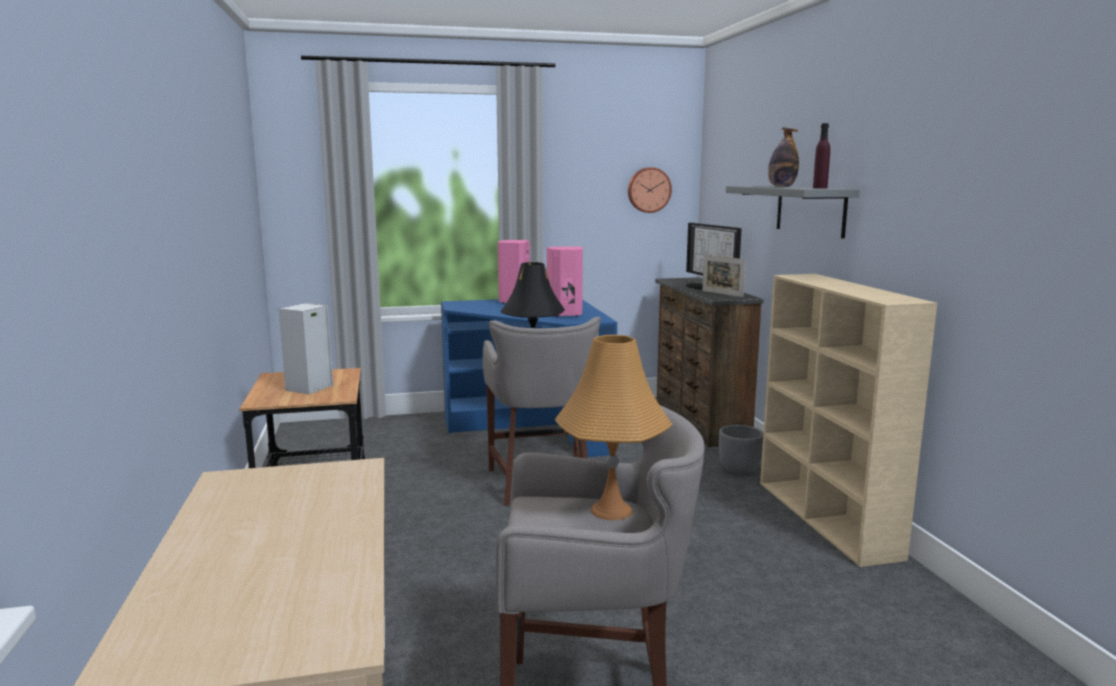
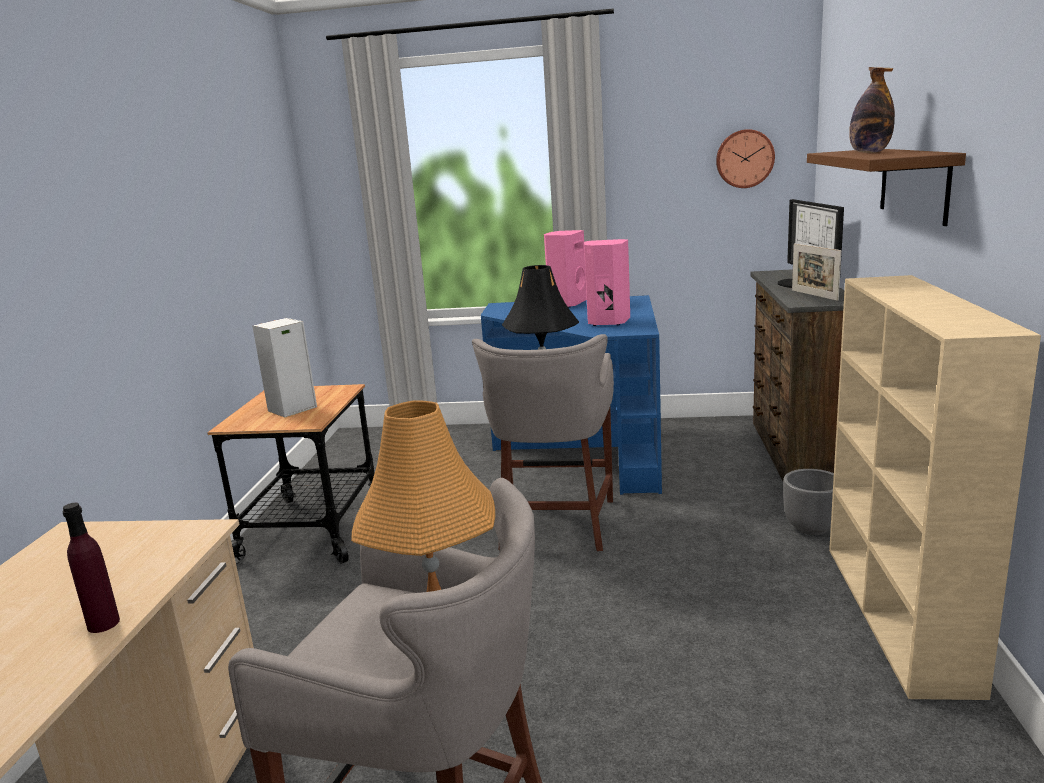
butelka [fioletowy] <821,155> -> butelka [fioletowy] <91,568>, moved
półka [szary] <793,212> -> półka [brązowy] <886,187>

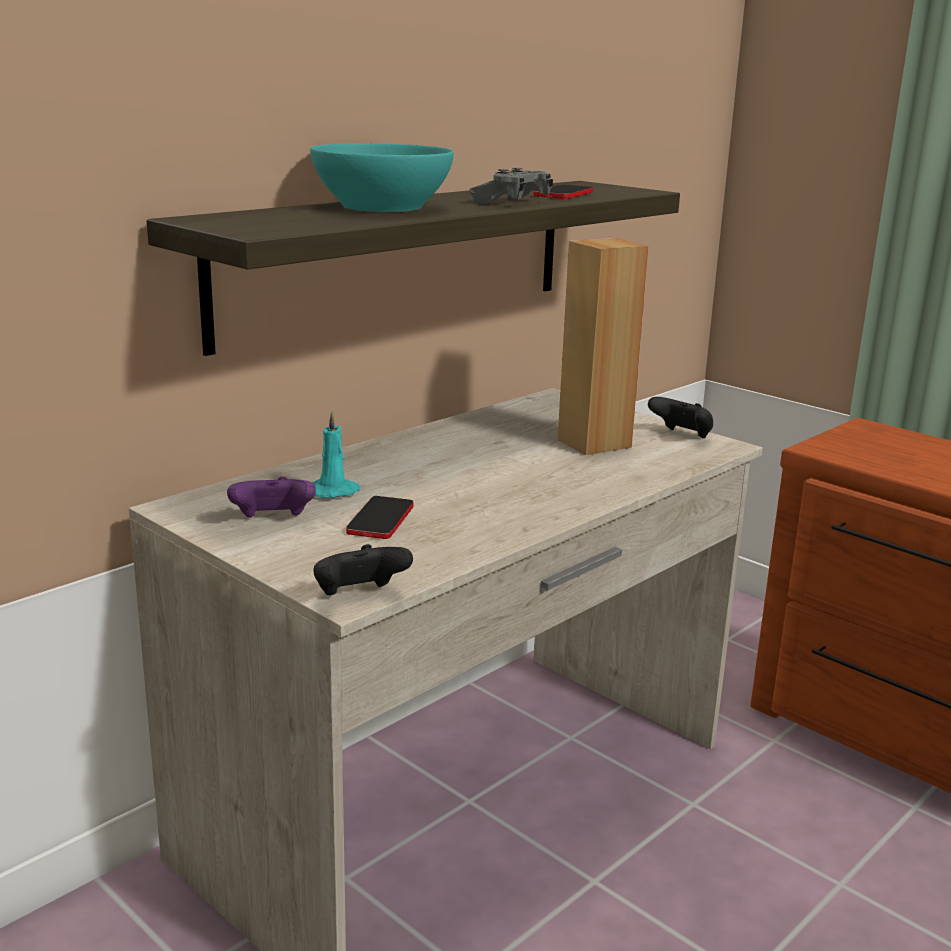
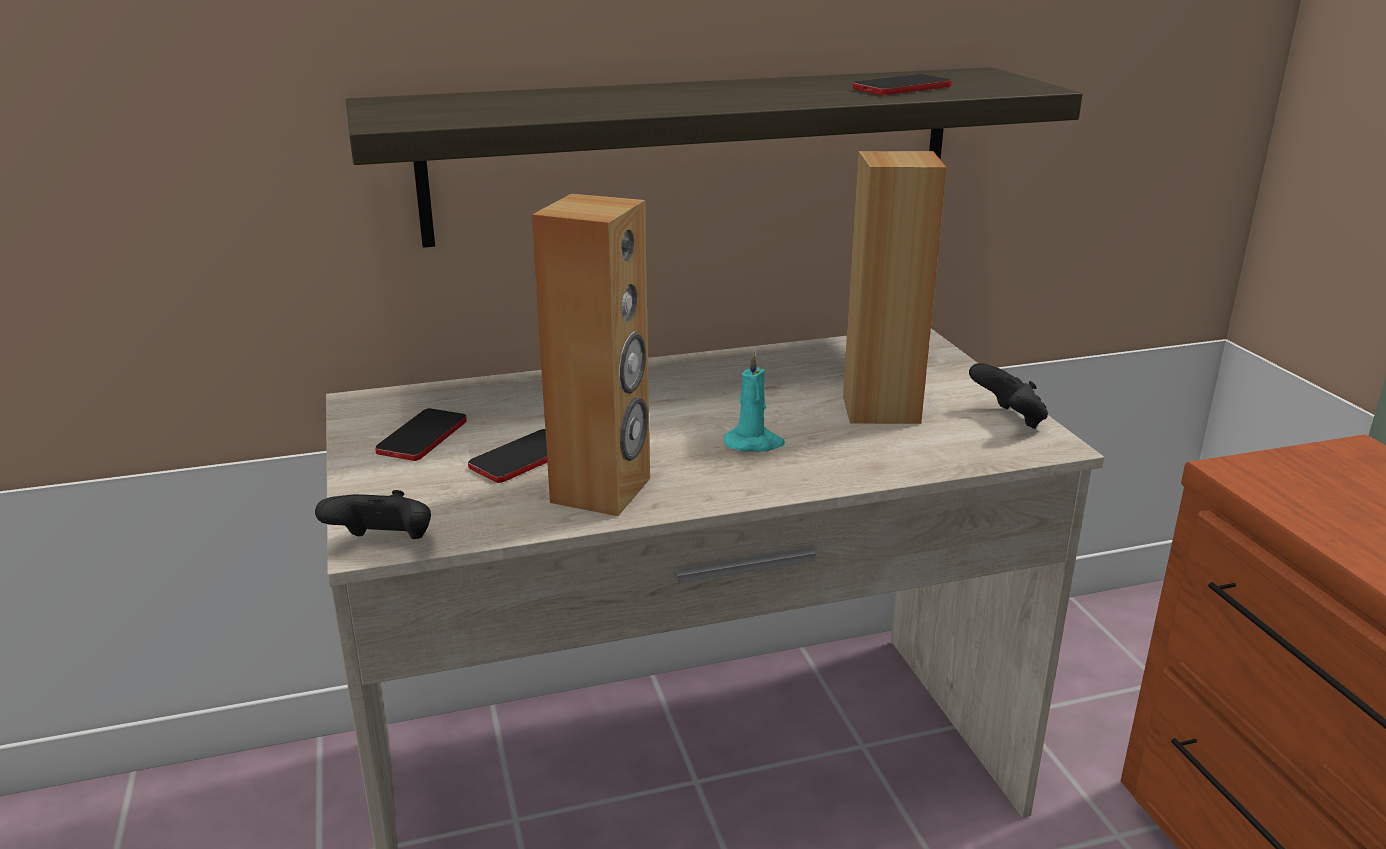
miska [turkusowy] <382,177> -> none
pad do gier [szary] <511,186> -> none
świeca [turkusowy] <336,454> -> świeca [turkusowy] <754,401>, moved
pad do gier [fioletowy] <271,497> -> telefon <421,434>
none -> głośnik [brązowy] <591,355>

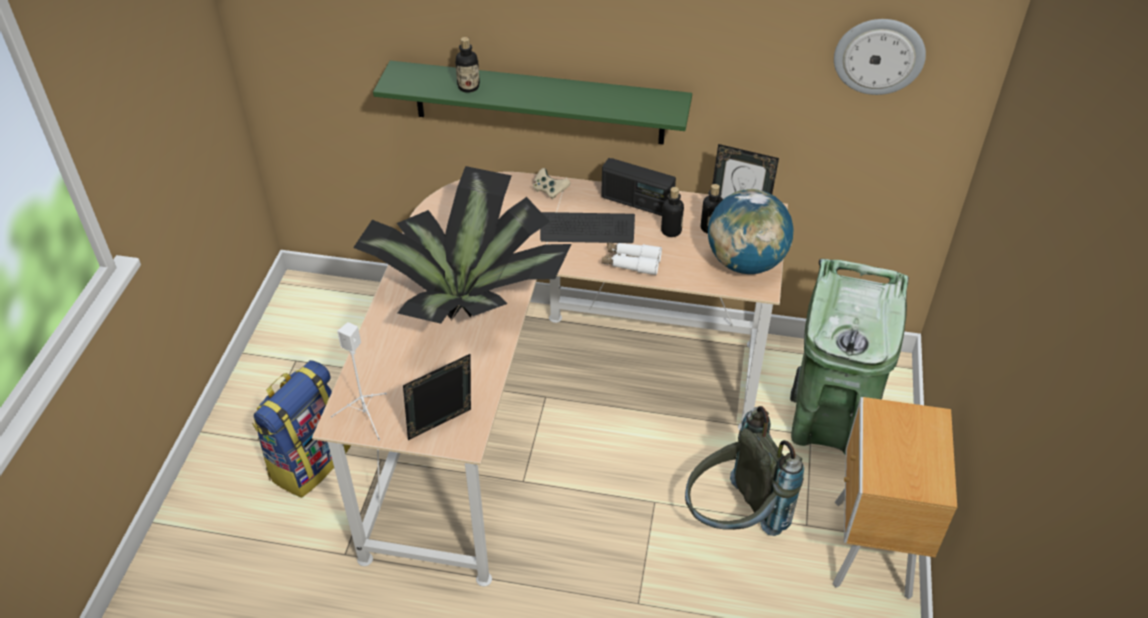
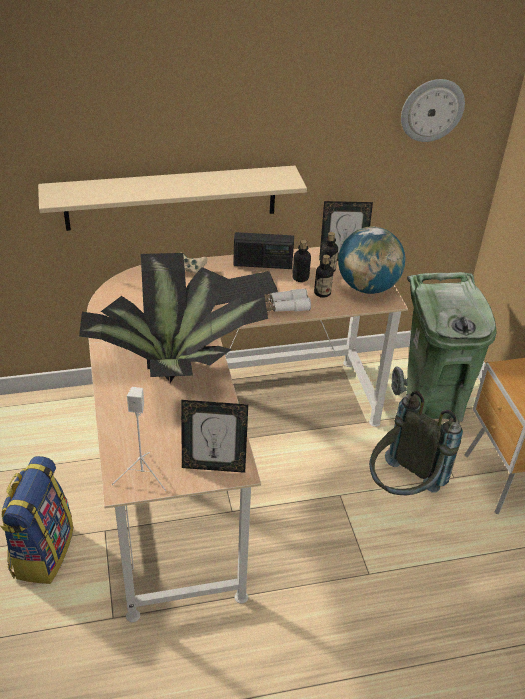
butelka <467,65> -> butelka <323,276>, moved
półka [zielony] <532,103> -> półka [beżowy] <172,198>
ramka na zdjęcie <437,397> -> ramka na zdjęcie <214,436>, 120 degrees counterclockwise

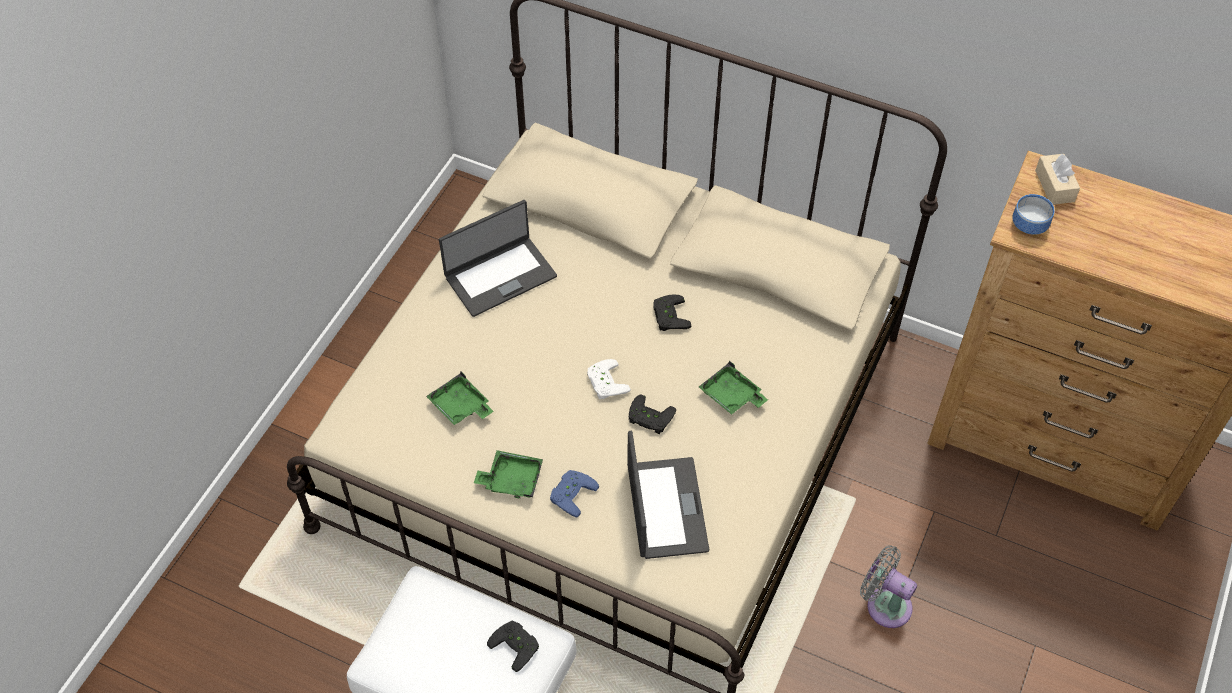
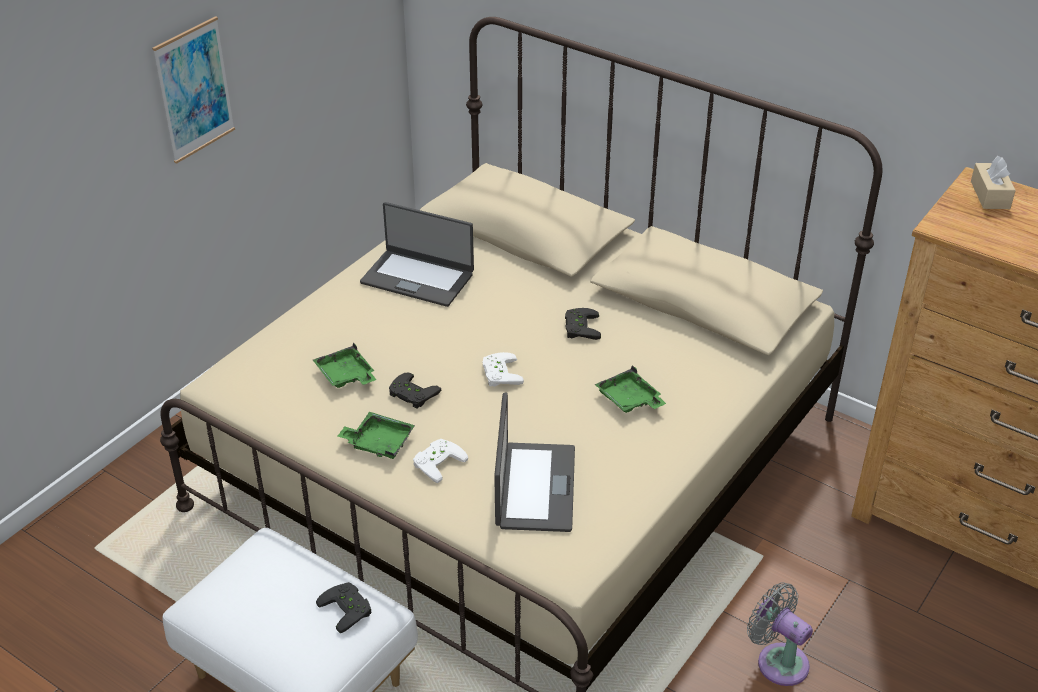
miska <1033,214> -> none
laptop <498,258> -> laptop <417,254>, 45 degrees clockwise
pad do gier [czarny] <652,414> -> pad do gier [czarny] <415,391>, moved
pad do gier [niebieski] <574,494> -> pad do gier [biały] <440,461>
none -> obraz <193,90>

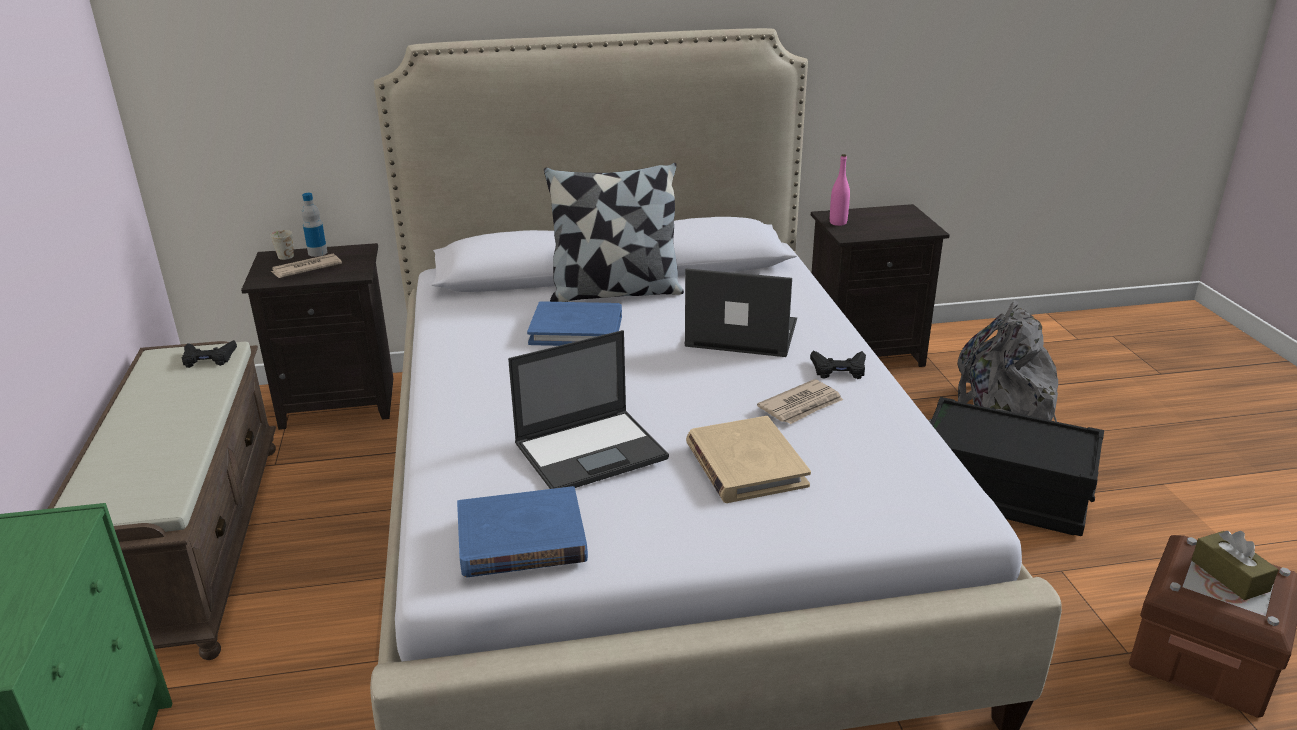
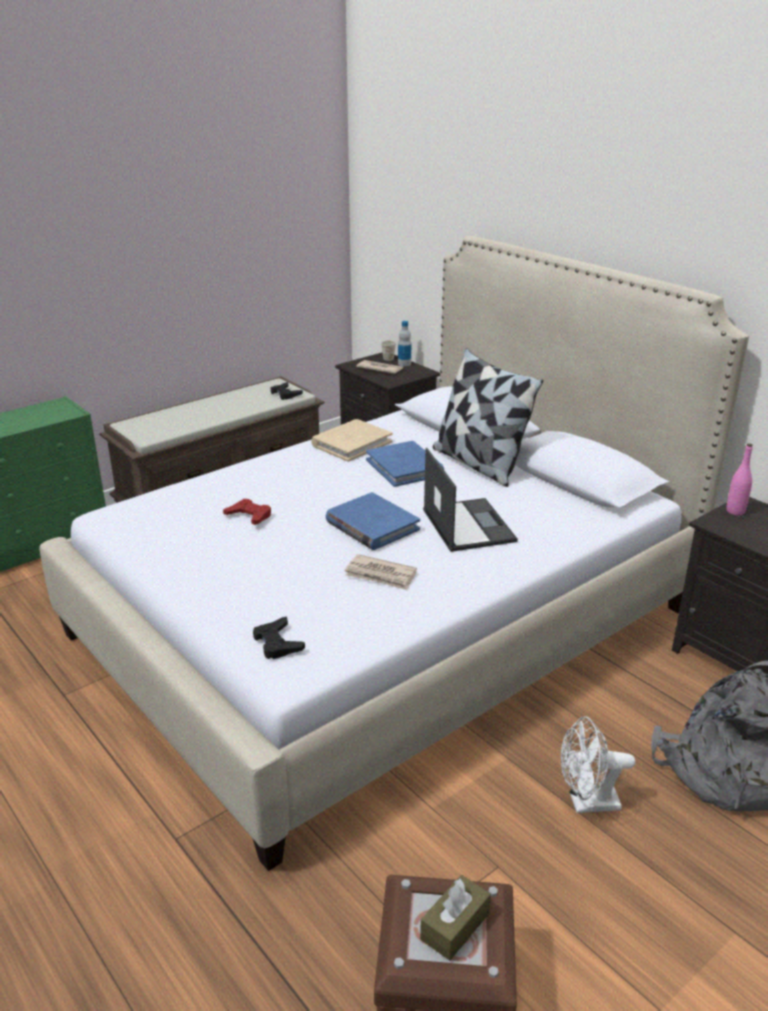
laptop <588,409> -> pad do gier [czerwony] <247,512>
pad do gier [czarny] <838,364> -> pad do gier [czarny] <279,638>, moved
pojemnik do przechowywania [czarny] <1017,466> -> wentylator [biały] <598,764>
książka [beżowy] <748,459> -> książka [beżowy] <351,440>, moved
książka [niebieski] <522,531> -> książka [niebieski] <373,521>, moved

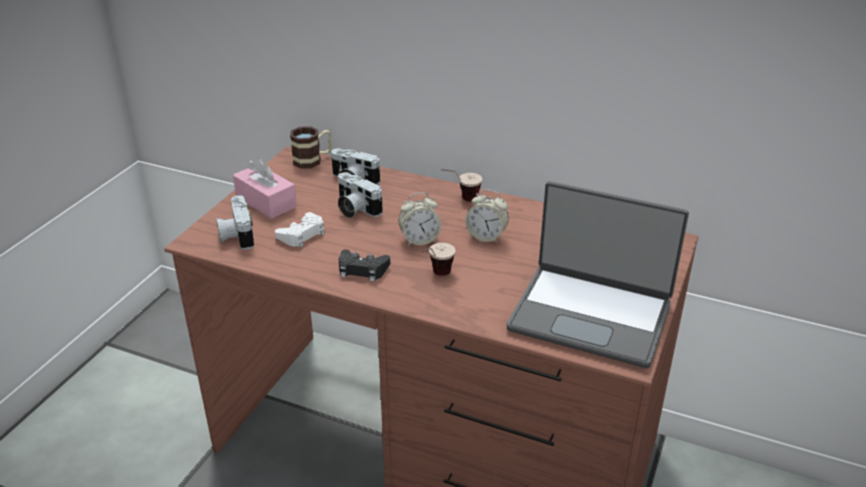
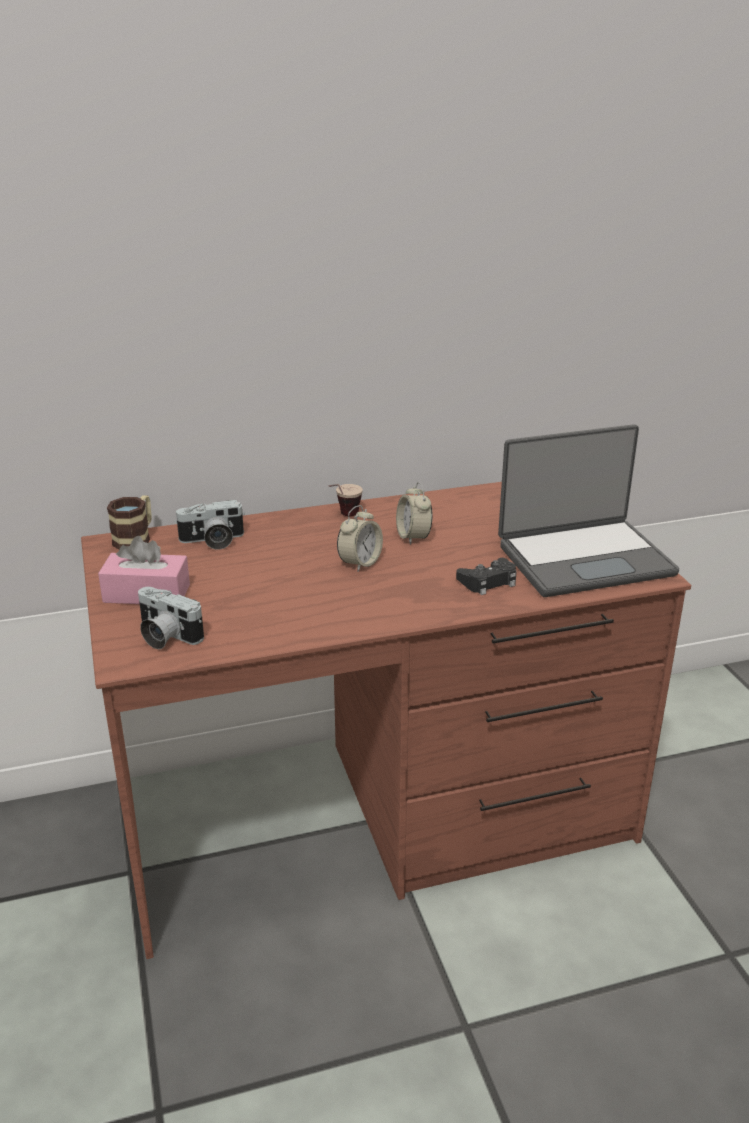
aparat fotograficzny <360,195> -> none
budzik <487,216> -> budzik <414,513>, 90 degrees clockwise
pad do gier [biały] <300,230> -> none
filiżanka <438,259> -> none
pad do gier [czarny] <364,265> -> pad do gier [czarny] <486,576>, moved

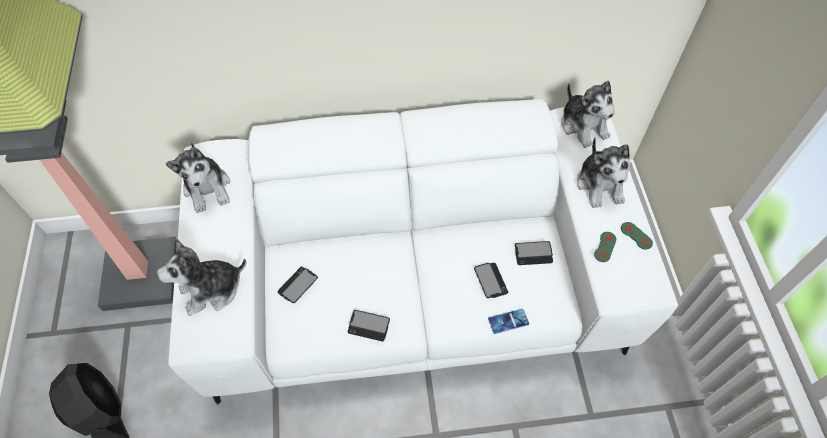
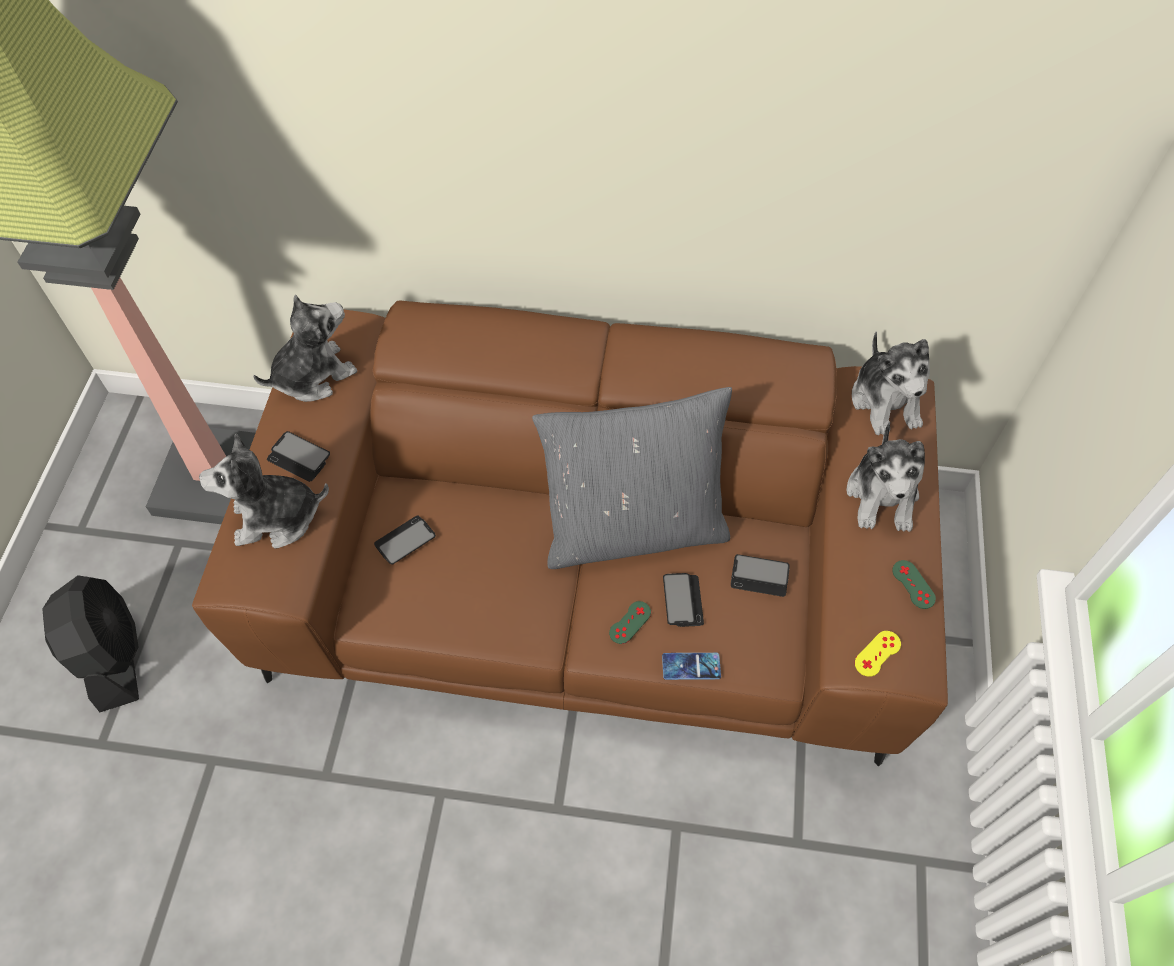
kanapa [biały] <423,251> -> kanapa [brązowy] <570,533>
pluszak <198,177> -> pluszak <305,348>, 120 degrees counterclockwise
pad do gier [zielony] <605,247> -> pad do gier [zielony] <630,622>, moved
telefon <369,326> -> telefon <298,456>, moved
none -> poduszka [szary] <632,478>
none -> pad do gier [żółty] <878,654>

